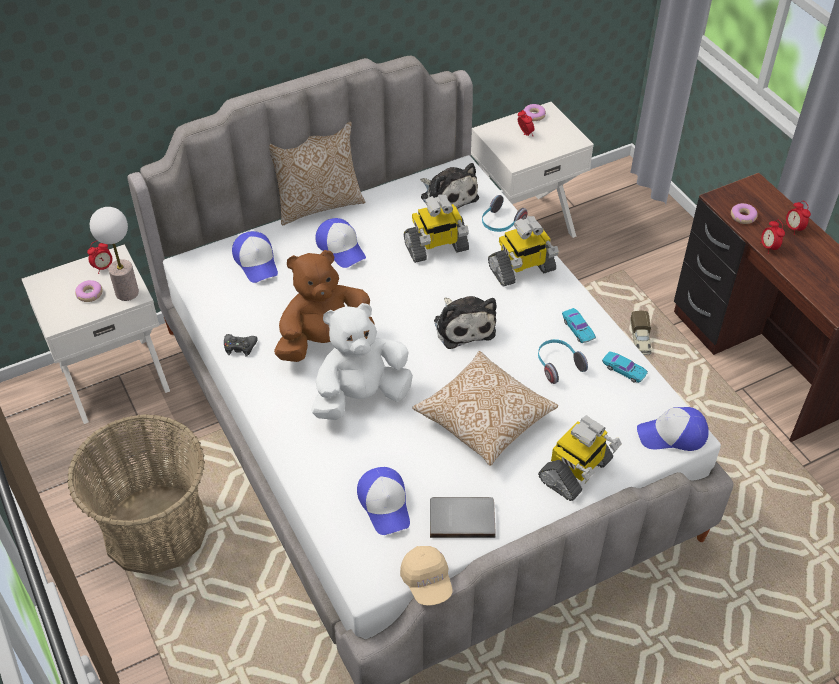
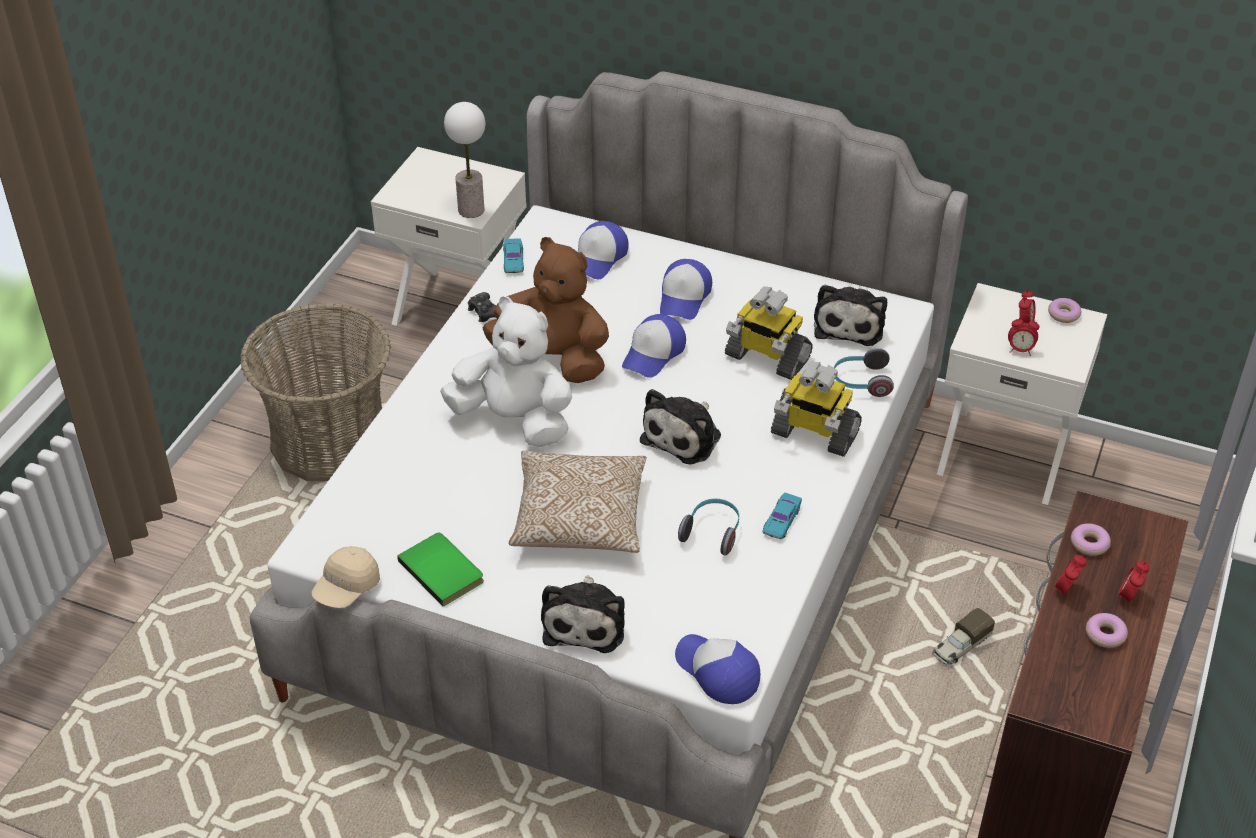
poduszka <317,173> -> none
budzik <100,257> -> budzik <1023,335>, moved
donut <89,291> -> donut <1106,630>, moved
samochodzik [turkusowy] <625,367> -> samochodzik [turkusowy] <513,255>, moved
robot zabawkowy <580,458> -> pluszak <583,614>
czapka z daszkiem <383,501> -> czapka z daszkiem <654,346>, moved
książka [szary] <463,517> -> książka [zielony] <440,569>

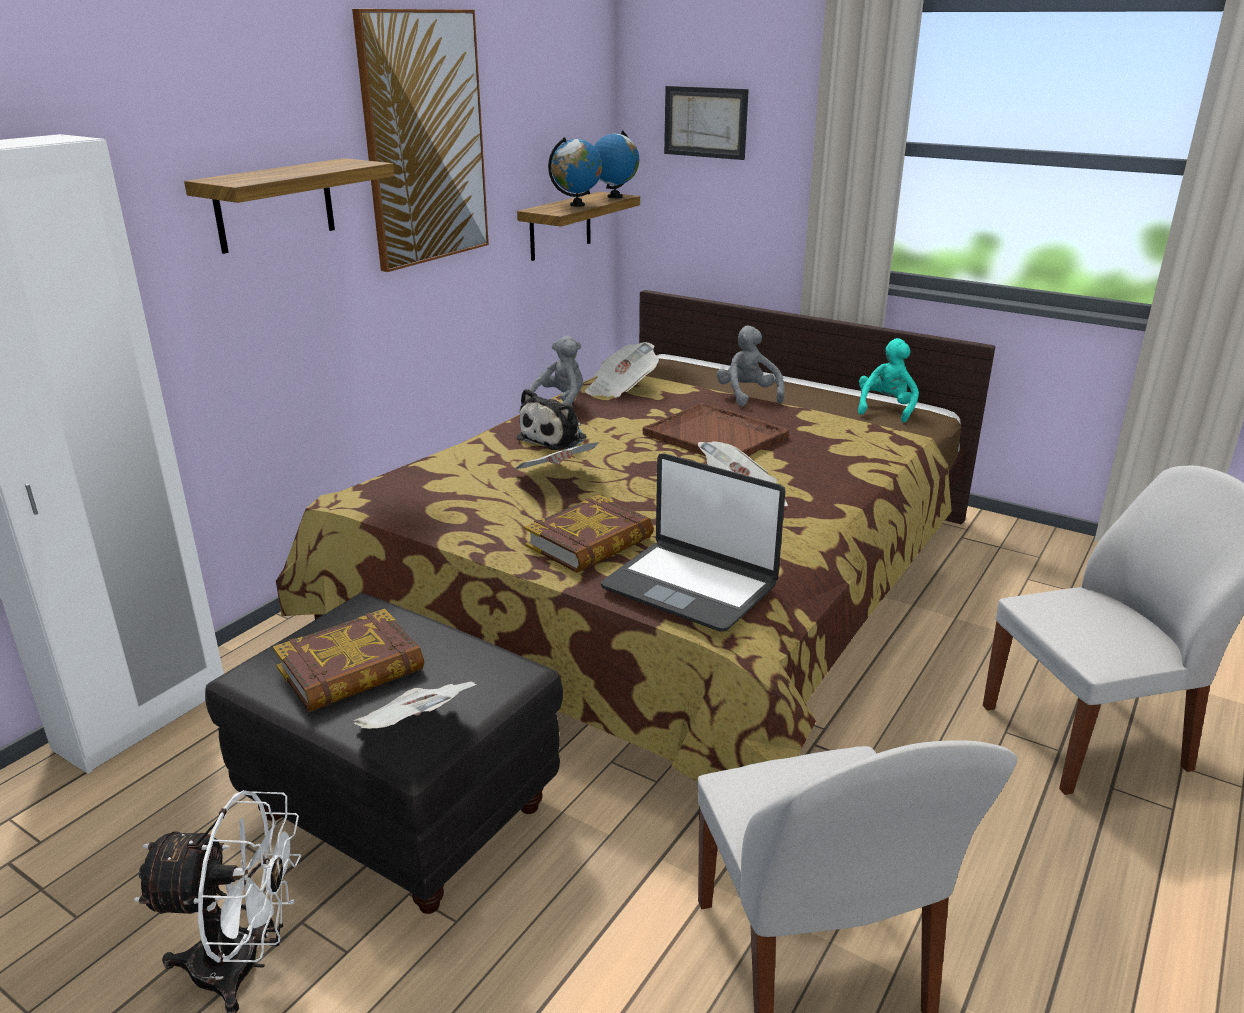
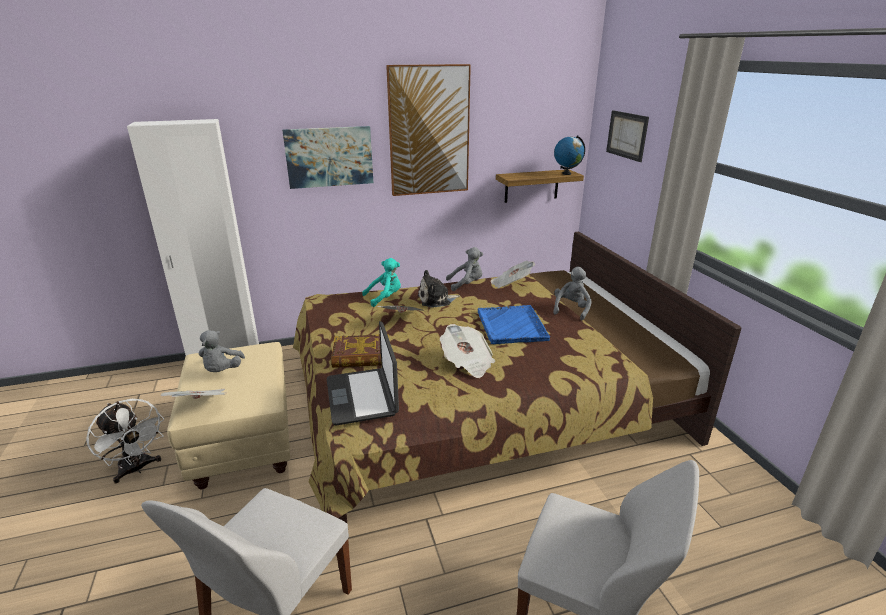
globus <575,172> -> none
półka <289,206> -> obraz <327,157>
pluszak [turkusowy] <888,380> -> pluszak [turkusowy] <381,282>, moved
taca [brązowy] <715,429> -> taca [niebieski] <514,324>
pufa [czarny] <384,754> -> pufa [beżowy] <228,415>
książka <348,660> -> pluszak [szary] <222,351>

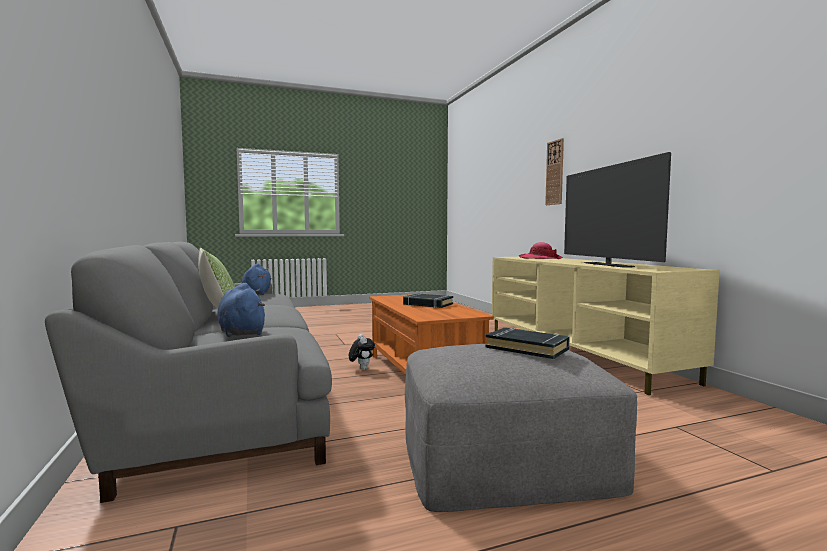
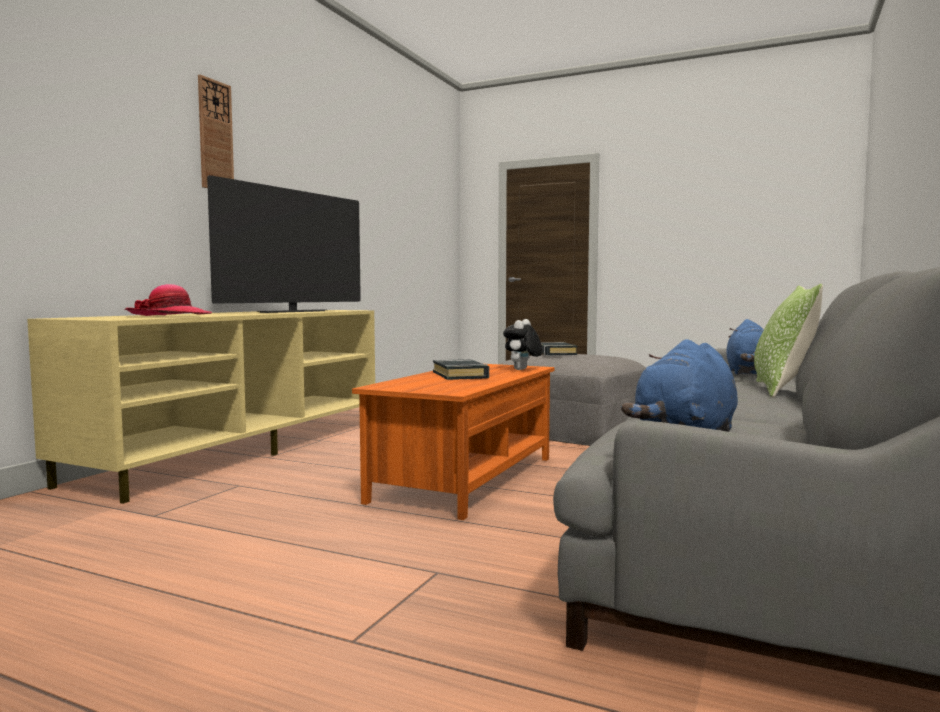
zegar ścienny <554,171> -> zegar ścienny <216,131>, moved
pluszak <362,352> -> pluszak <522,344>, moved

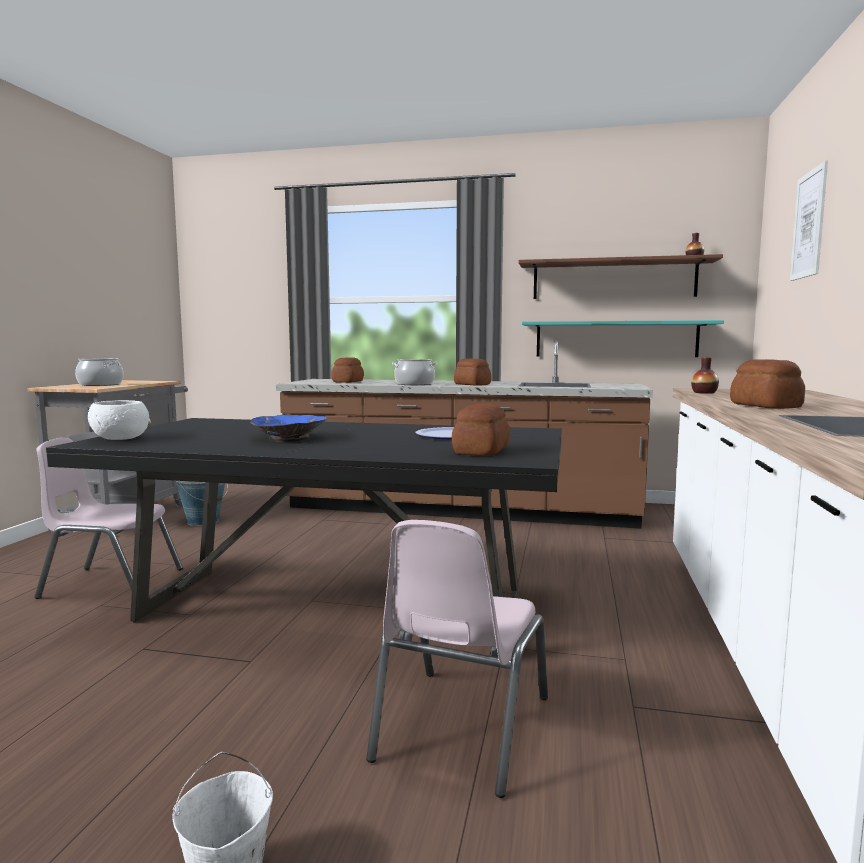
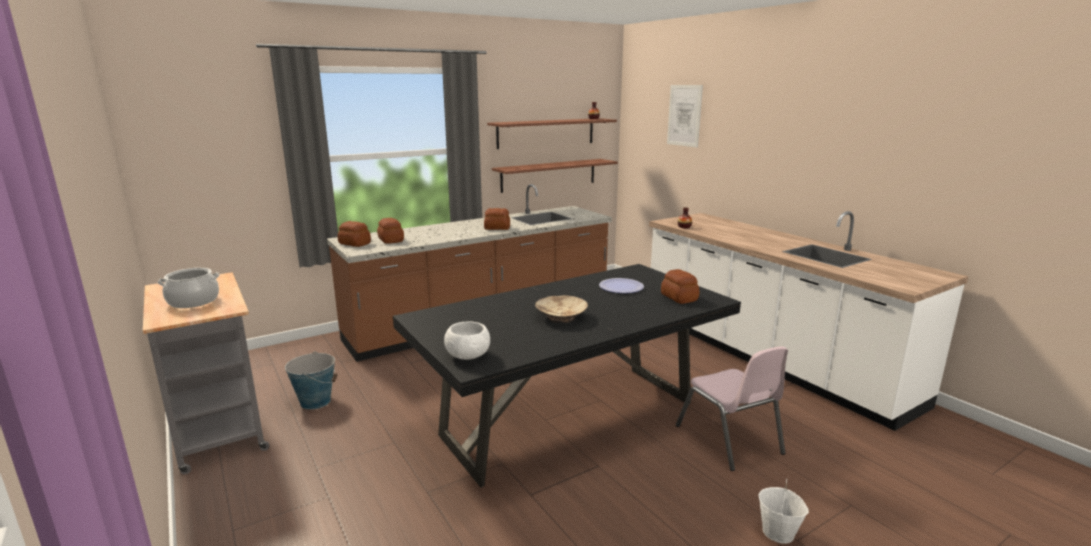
półka [turkusowy] <623,338> -> półka [brązowy] <555,176>
garnek <414,372> -> none
chleb <767,384> -> chleb <354,234>, moved
miska [niebieski] <288,428> -> miska [beżowy] <561,309>
krzesło [różowy] <109,518> -> none

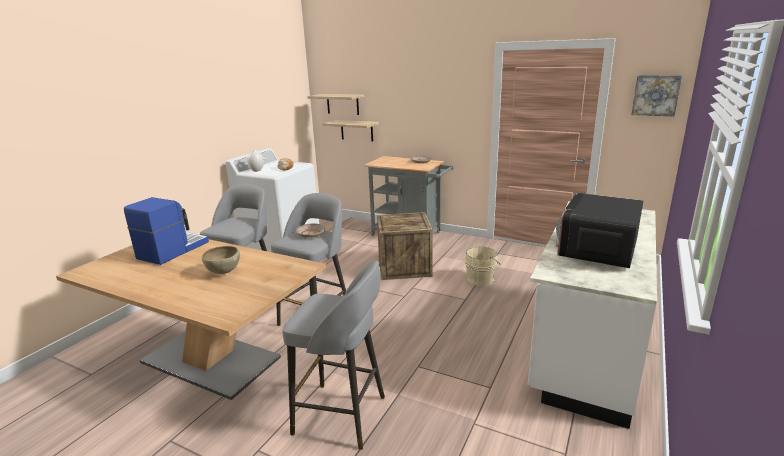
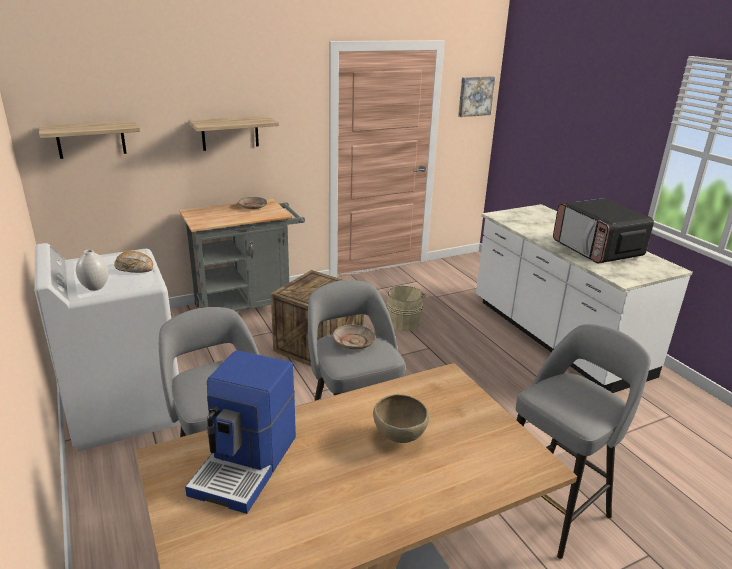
półka <350,131> -> półka <234,133>, moved
ekspres do kawy <166,231> -> ekspres do kawy <240,432>, 135 degrees counterclockwise

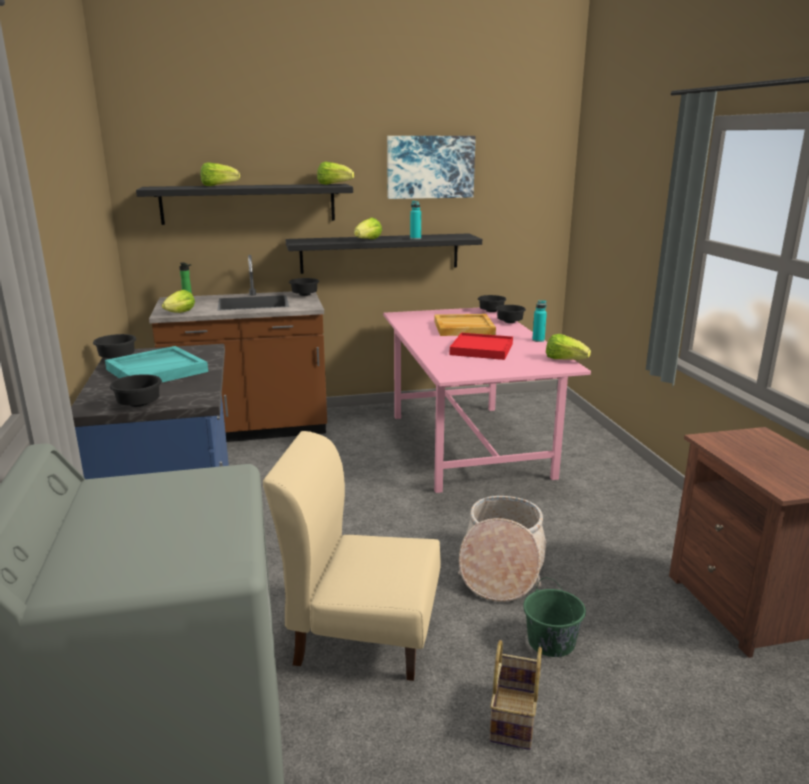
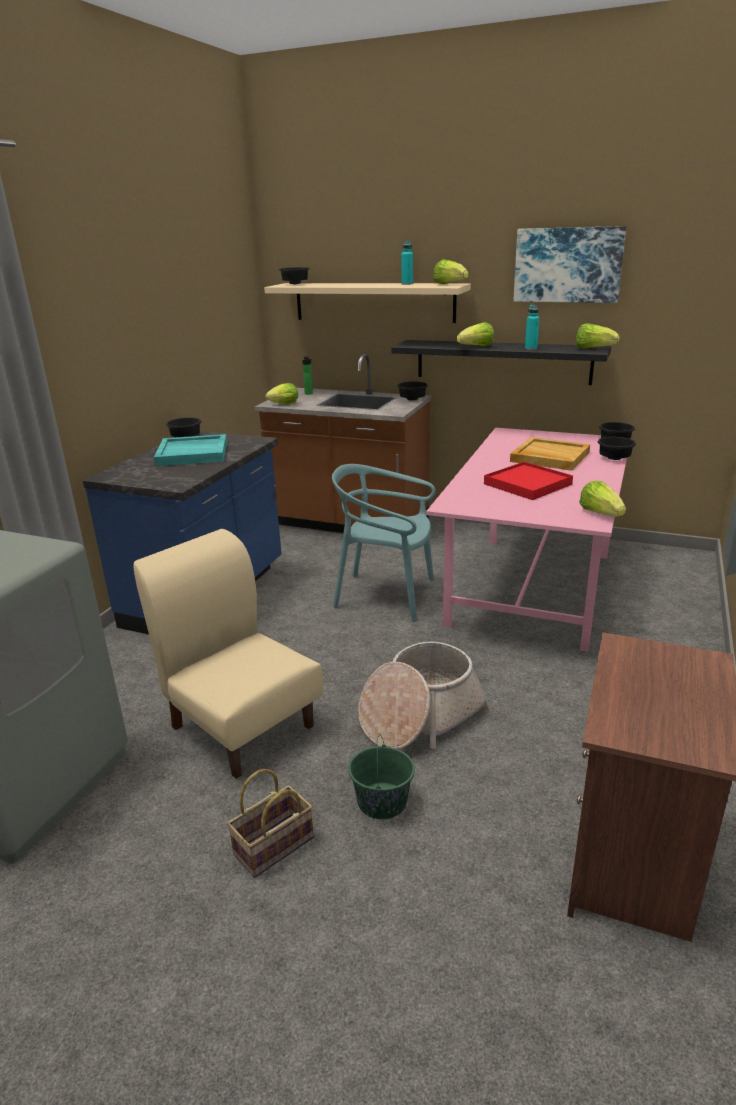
sałata <220,174> -> sałata <598,336>, moved
półka [czarny] <244,204> -> półka [beżowy] <367,303>
butelka [turkusowy] <539,321> -> butelka [turkusowy] <407,263>, moved
miska [czarny] <136,390> -> miska [czarny] <294,275>, moved
none -> krzesło [turkusowy] <384,543>

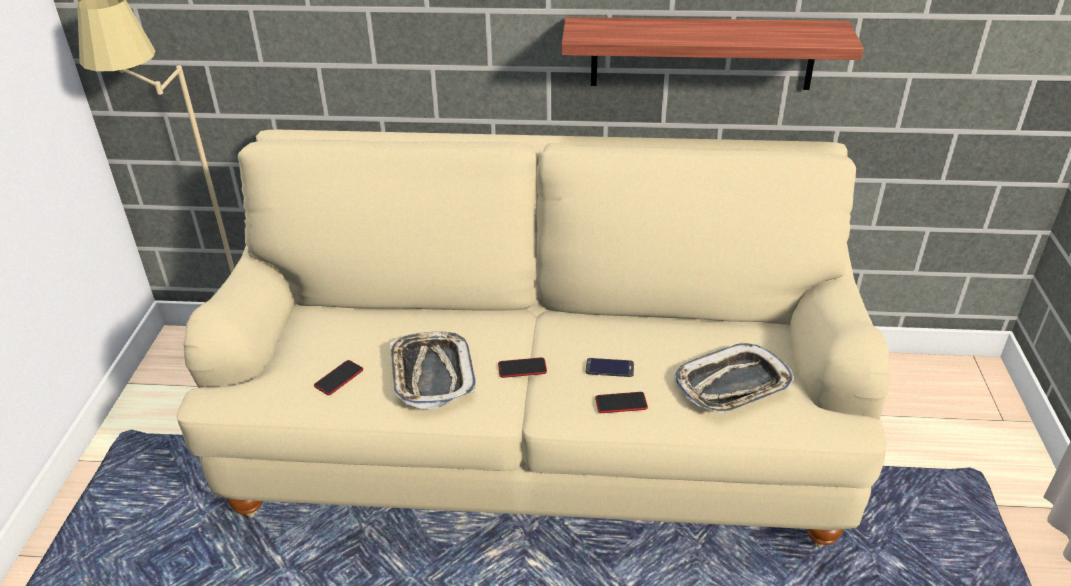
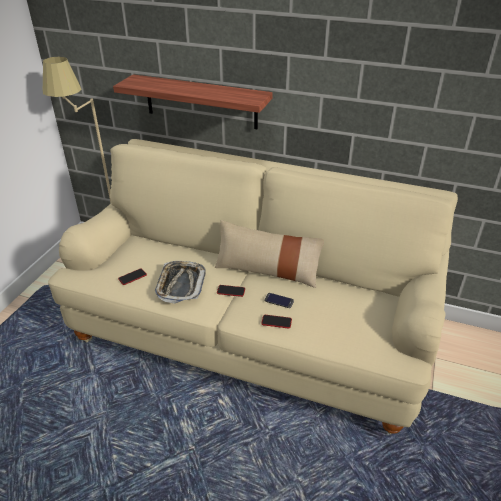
półka <713,53> -> półka <193,101>, moved
taca <734,378> -> none
none -> poduszka [beżowy] <269,254>

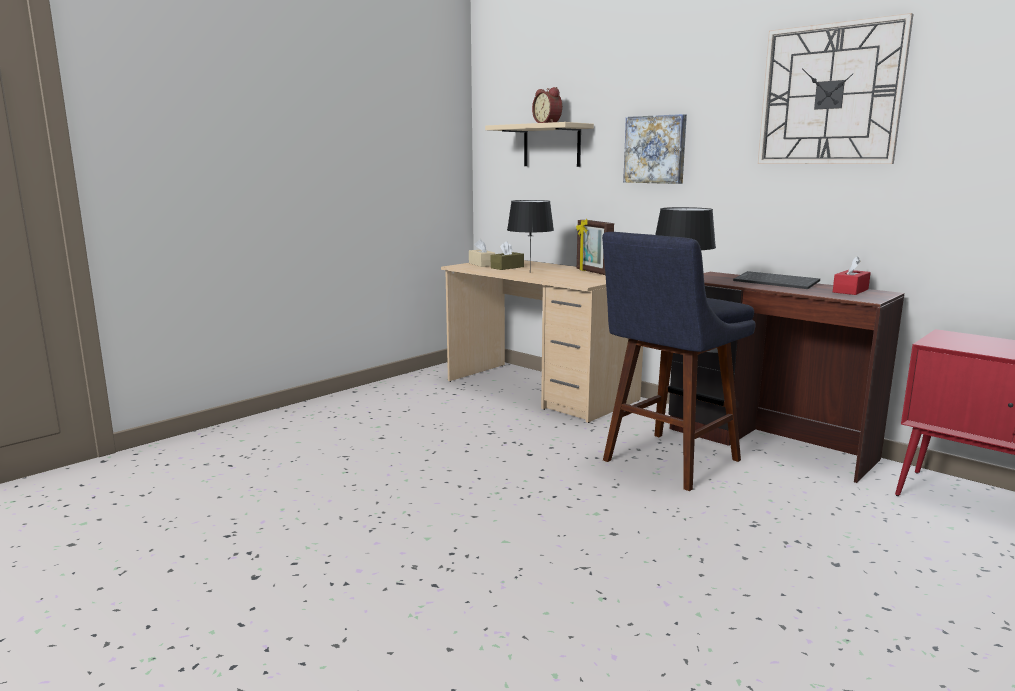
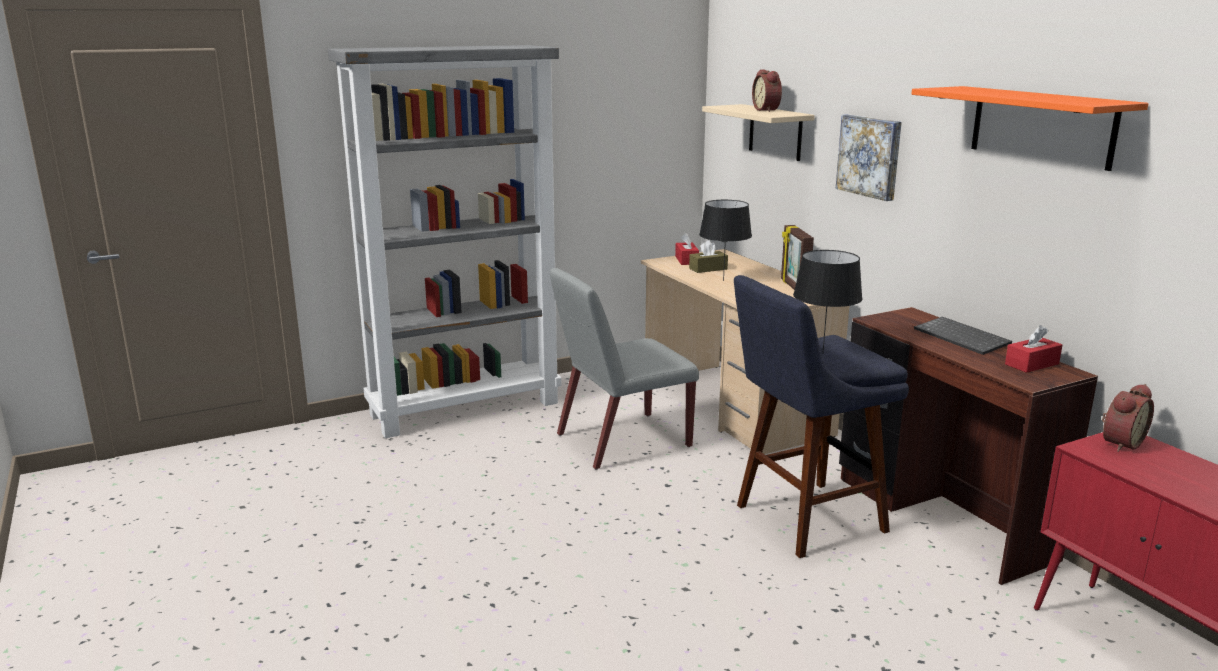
zegar ścienny <835,88> -> półka [pomarańczowy] <1030,128>
pudełko chusteczek [beżowy] <482,253> -> pudełko chusteczek [czerwony] <687,249>
none -> regał [szary] <445,241>
none -> krzesło [szary] <624,369>
none -> budzik <1128,418>

